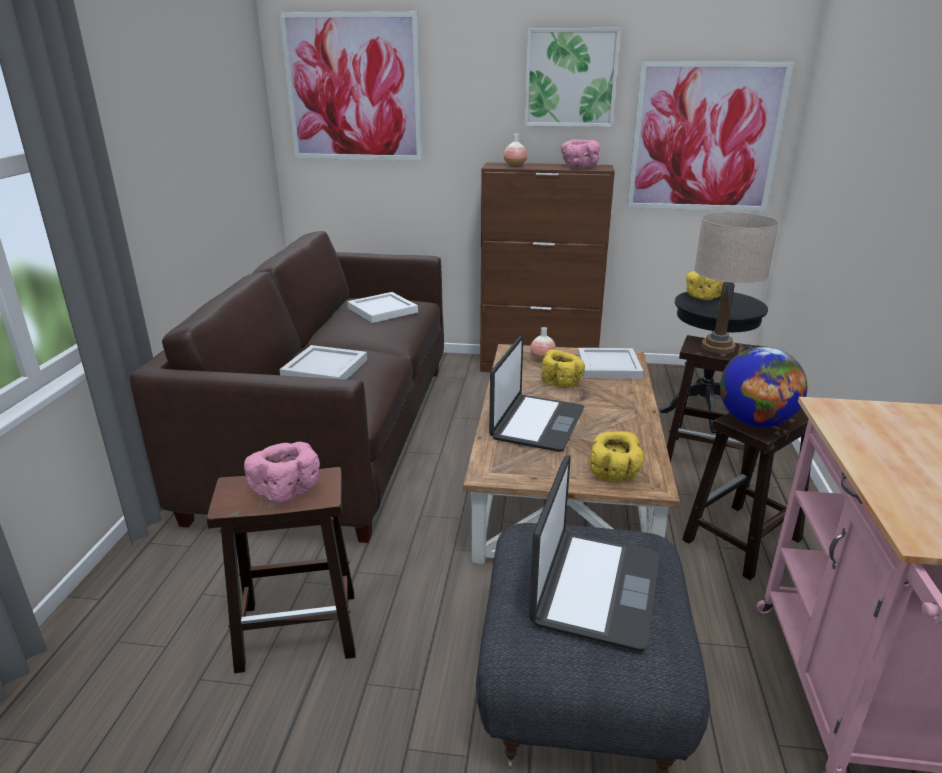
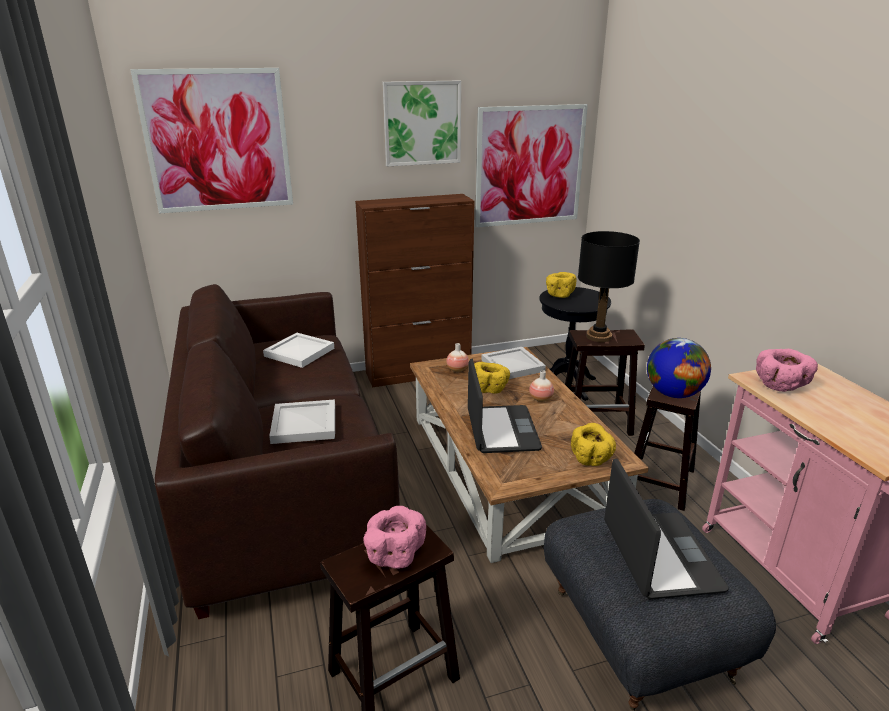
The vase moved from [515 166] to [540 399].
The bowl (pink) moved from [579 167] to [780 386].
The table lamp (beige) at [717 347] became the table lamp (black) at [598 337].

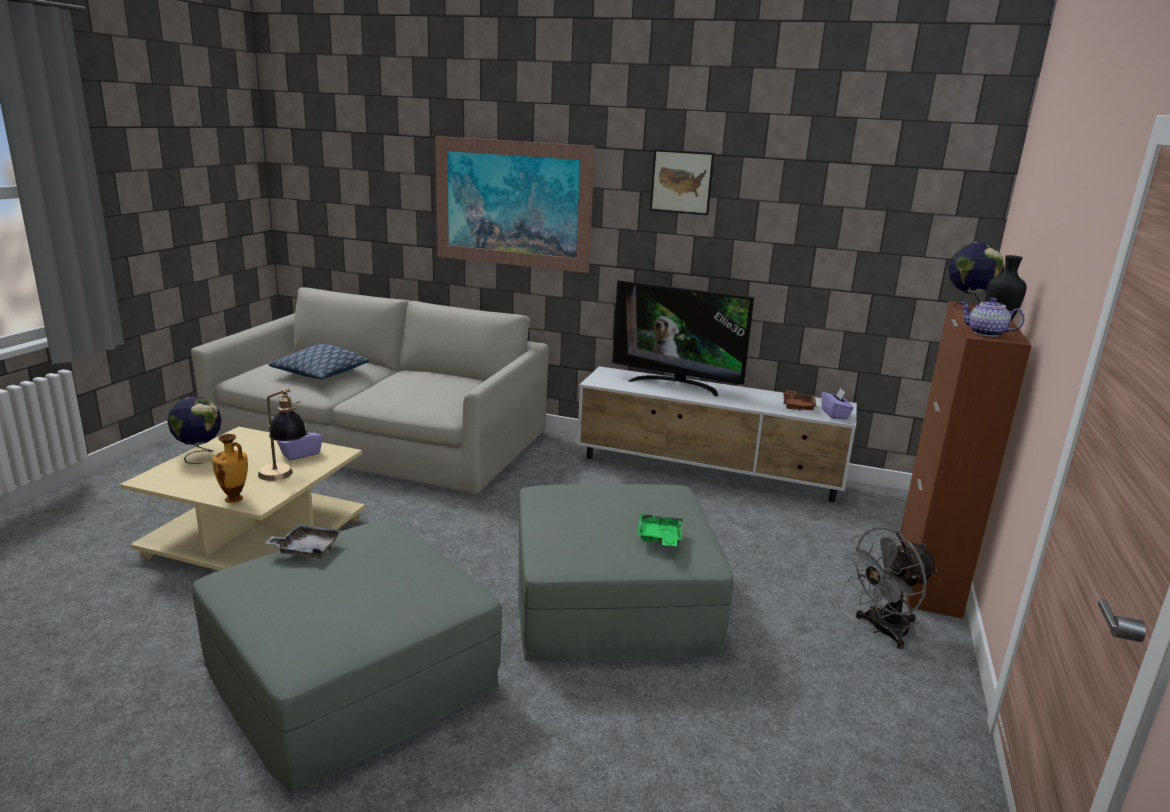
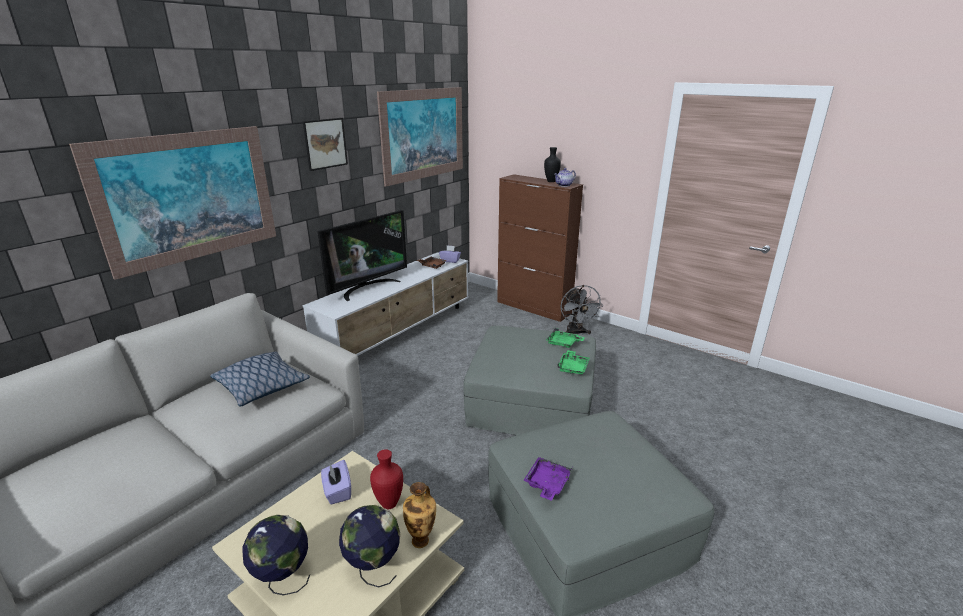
The picture at [423 134] appeared.
The tray (green) at [573 367] appeared.
The pillow moved from [321 373] to [262 386].
The globe moved from [967 306] to [373 568].
The table lamp at [284 477] was replaced by the vase (red) at [388 504].
The tray (grey) at [306 549] became the tray (purple) at [547 484].

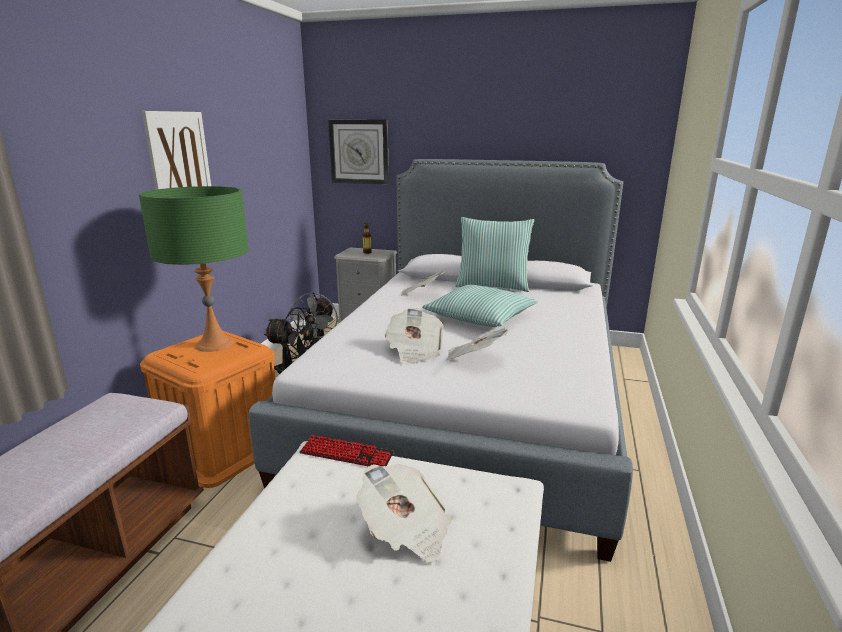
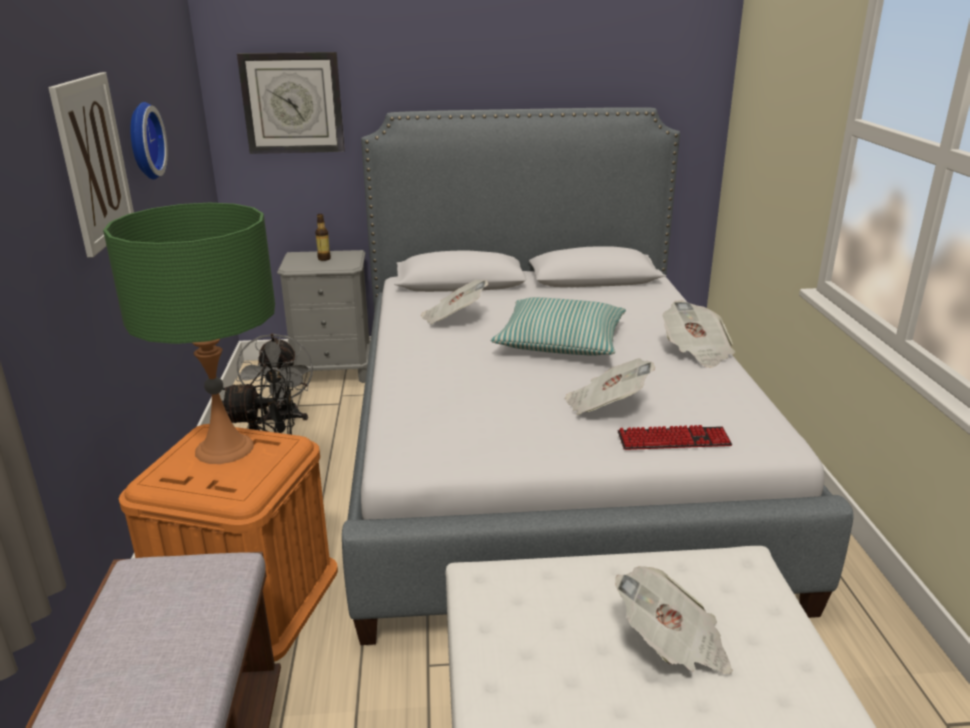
The pillow at [492 286] disappeared.
The wall clock at [142 141] appeared.
The keyboard moved from [346 454] to [673 440].
The newspaper moved from [414 351] to [696 352].

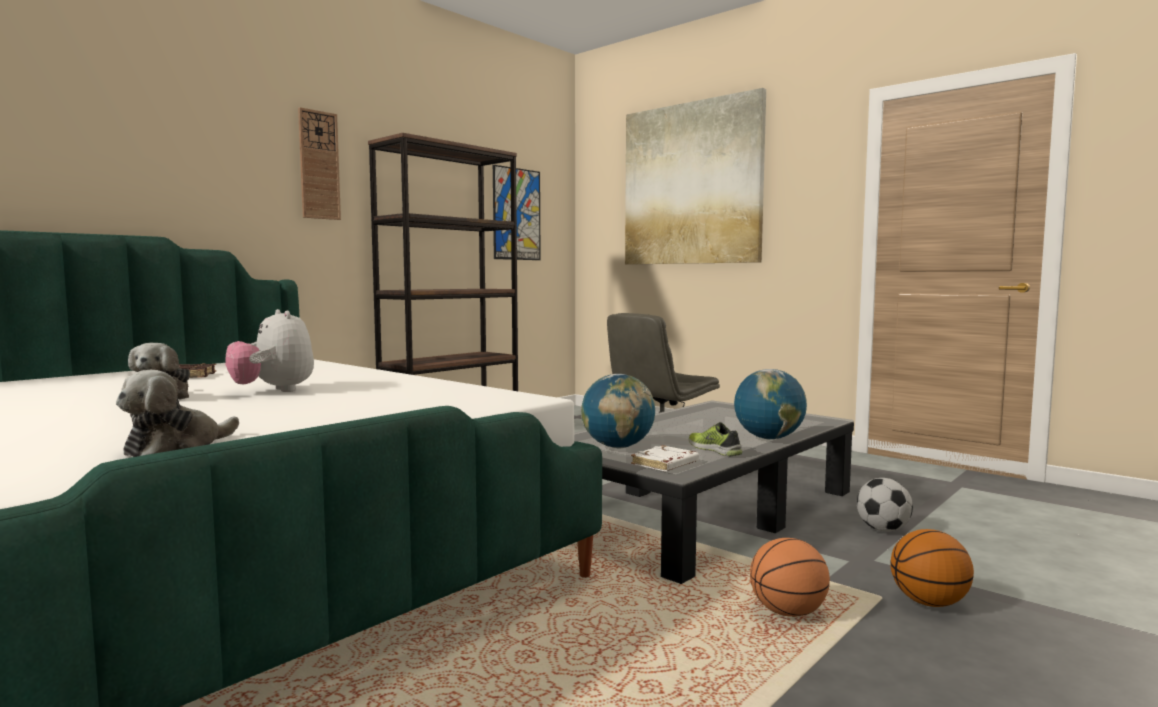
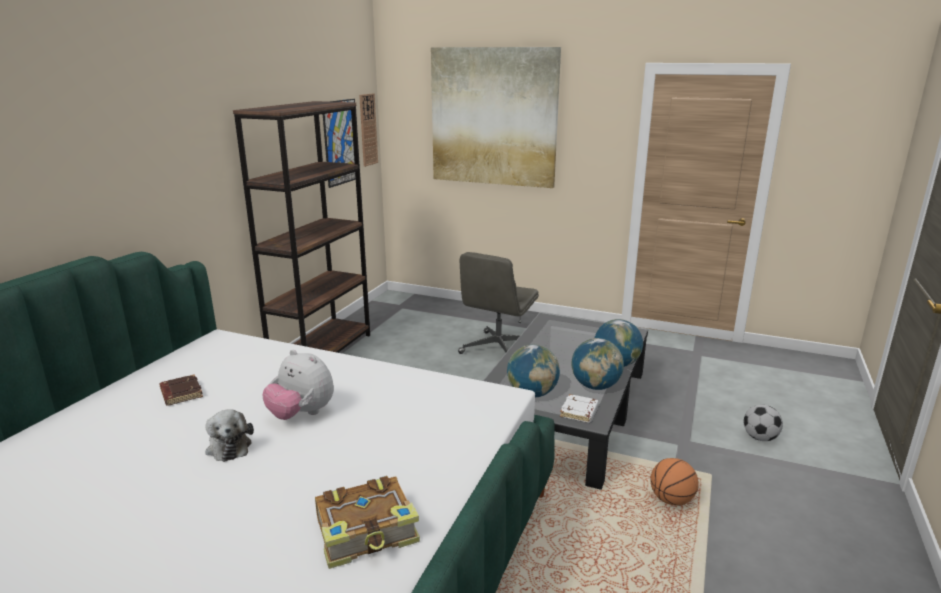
The basketball at [929 603] disappeared.
The wall clock moved from [319 165] to [368 130].
The football moved from [883 529] to [760 438].
The plush toy at [177 447] was replaced by the book at [368 532].
The shoe at [715 450] was replaced by the globe at [595 386].

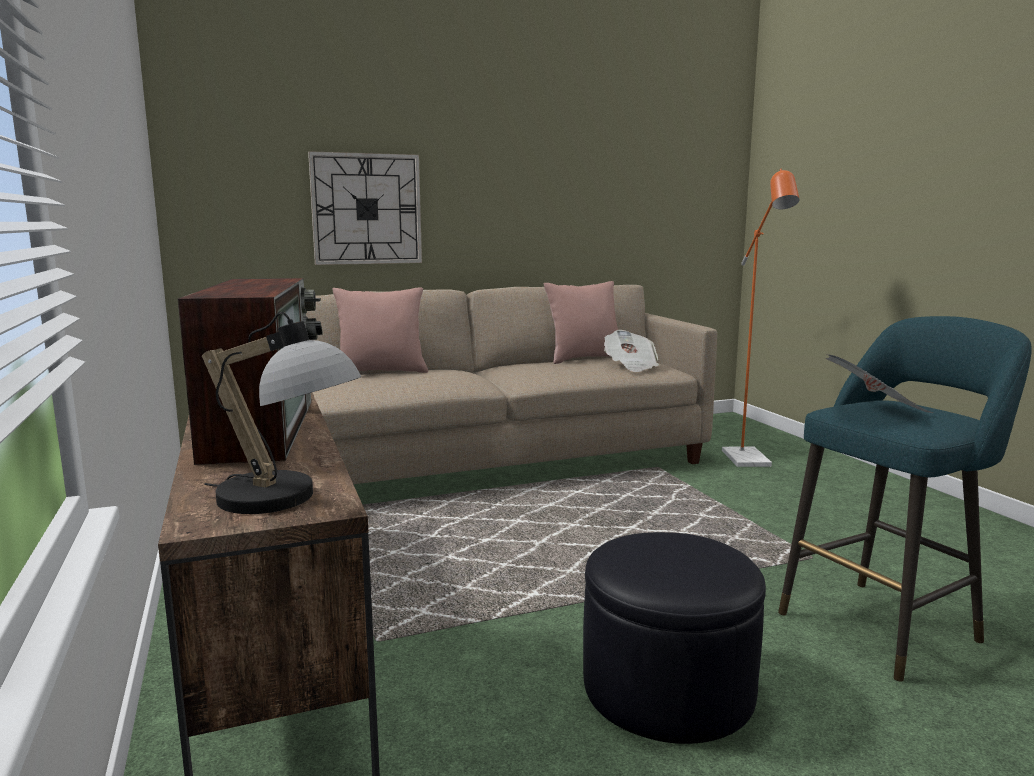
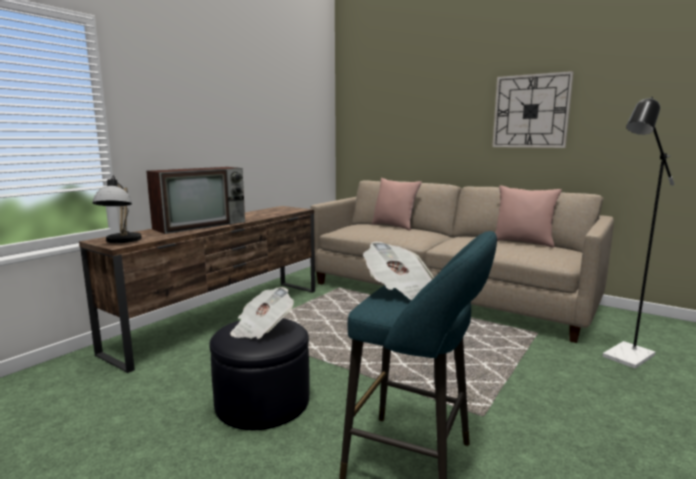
The wall clock moved from [366 209] to [531 111].
The newspaper moved from [630 366] to [262 329].
The floor lamp (orange) at [749 461] became the floor lamp (black) at [624 358].

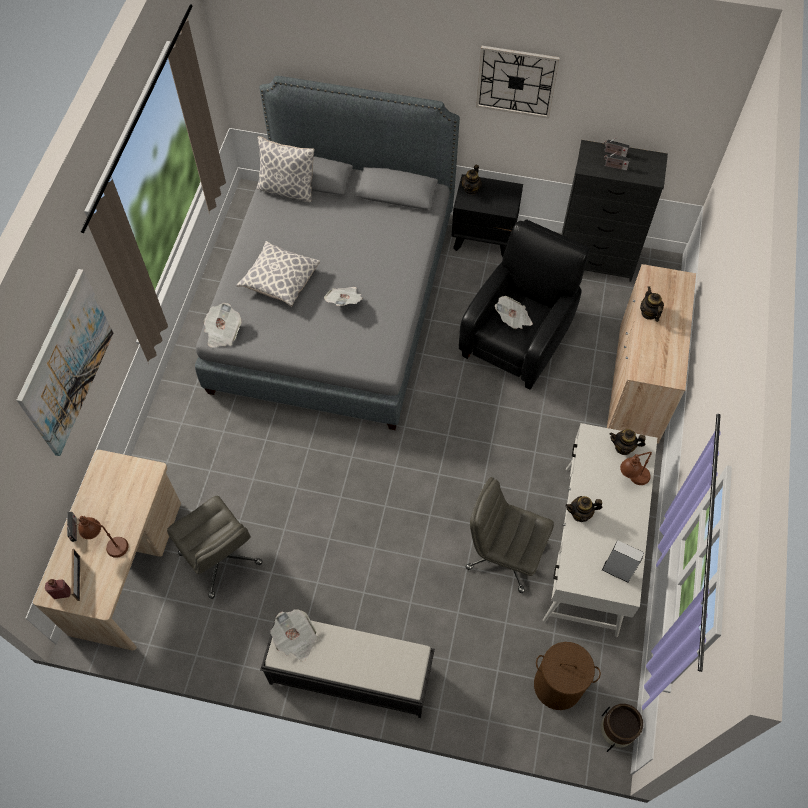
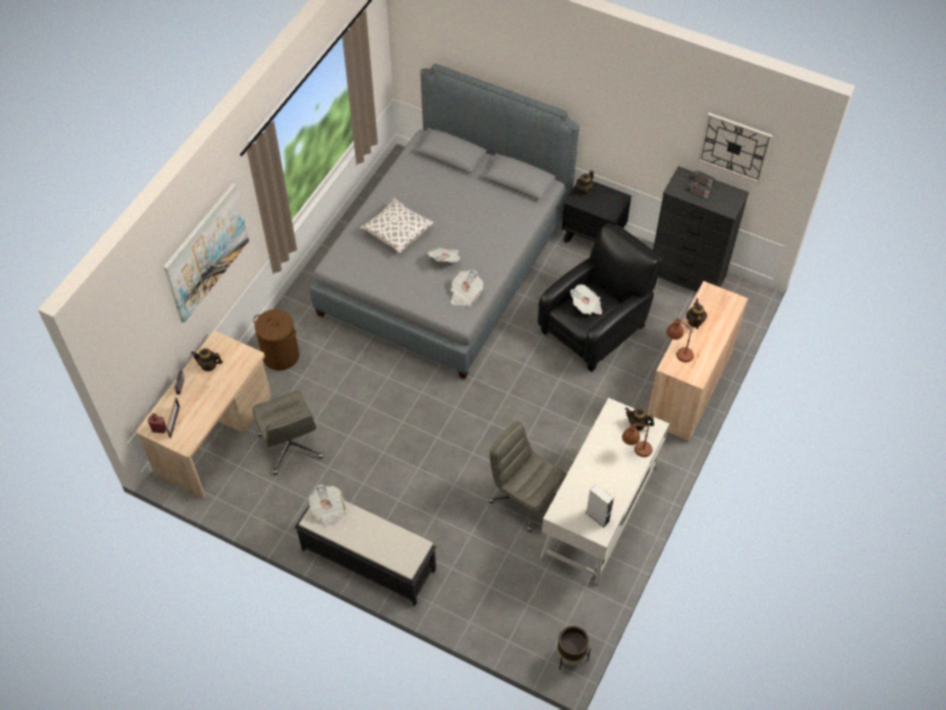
The pillow at [287 189] disappeared.
The table lamp (brown) moved from [108 544] to [677 352].
The newspaper moved from [222 332] to [465 294].
The wall clock moved from [516 81] to [734 147].
The laundry basket (brown) moved from [558 685] to [281 355].
The teapot moved from [580 514] to [209 365].

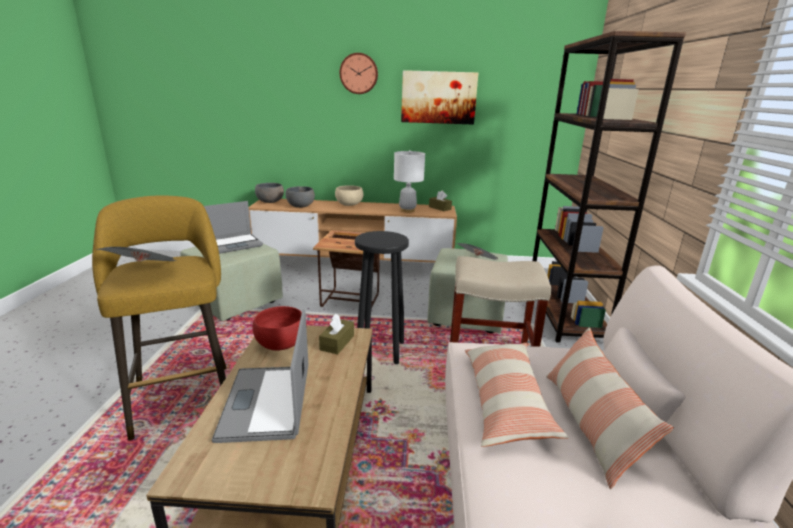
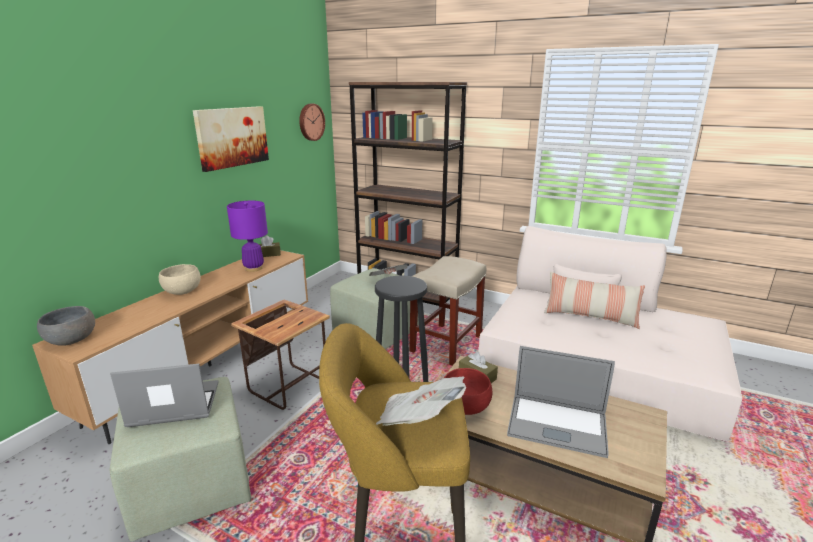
The bowl (grey) at [301 206] disappeared.
The pillow at [505 401] disappeared.
The wall clock moved from [359 73] to [310 122].
The table lamp (white) at [407 210] became the table lamp (purple) at [253 268].
The laptop at [233 244] turned 90 degrees counterclockwise.

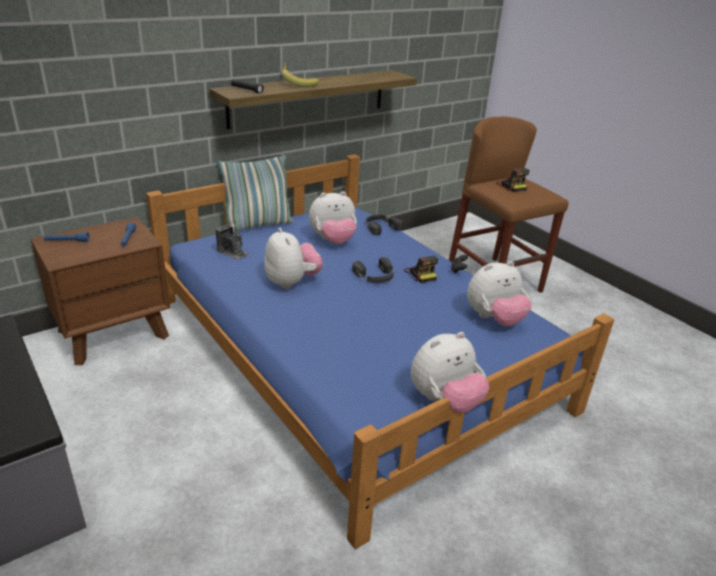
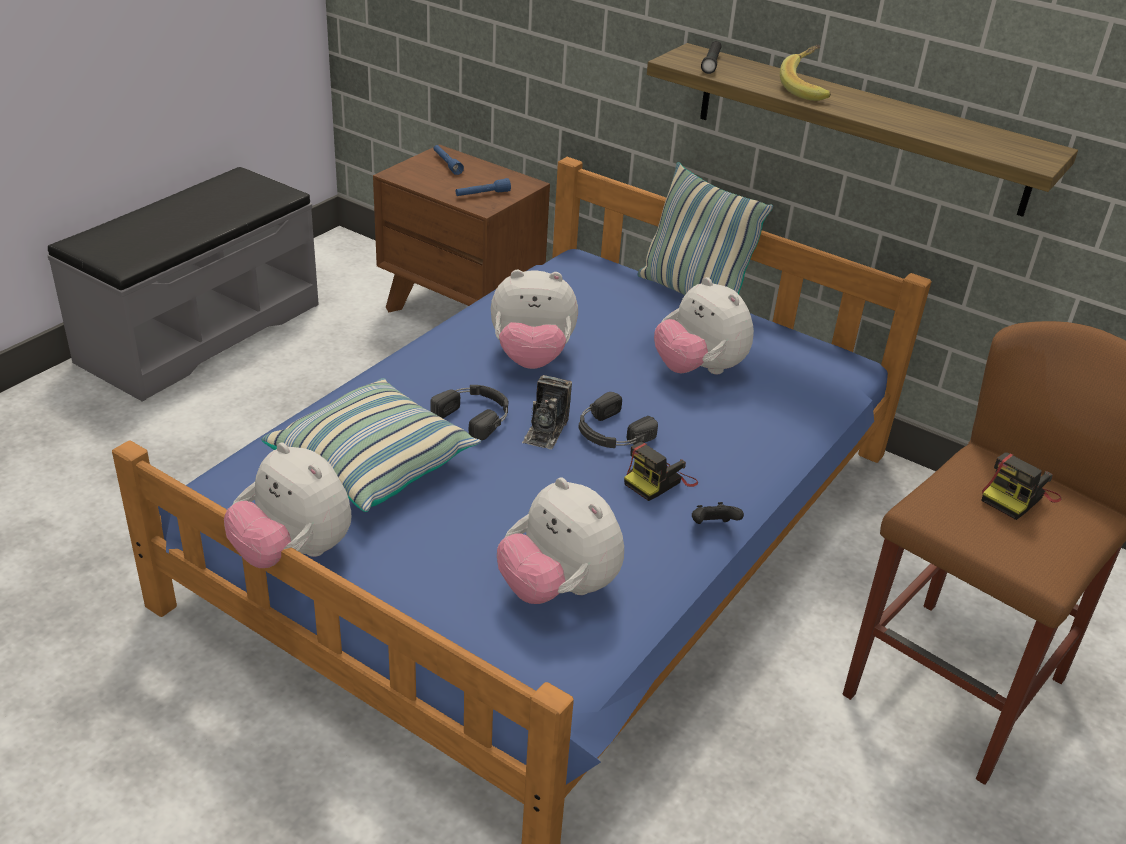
The pillow at [373 463] appeared.
The photo camera moved from [233 252] to [546 430].
The headphones (black) moved from [380 227] to [476 415].
The plush toy at [292 282] turned 45 degrees clockwise.

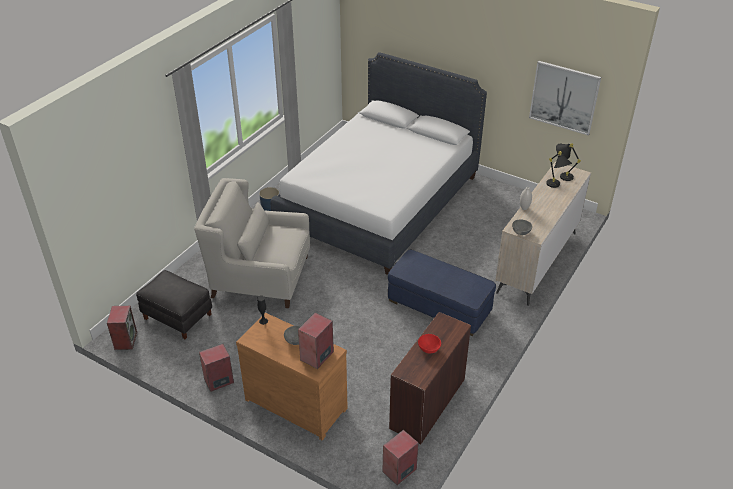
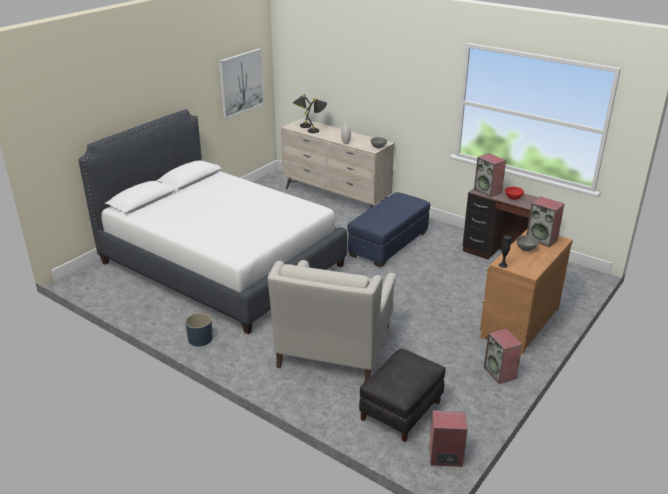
The speaker moved from [399 471] to [488 191].

